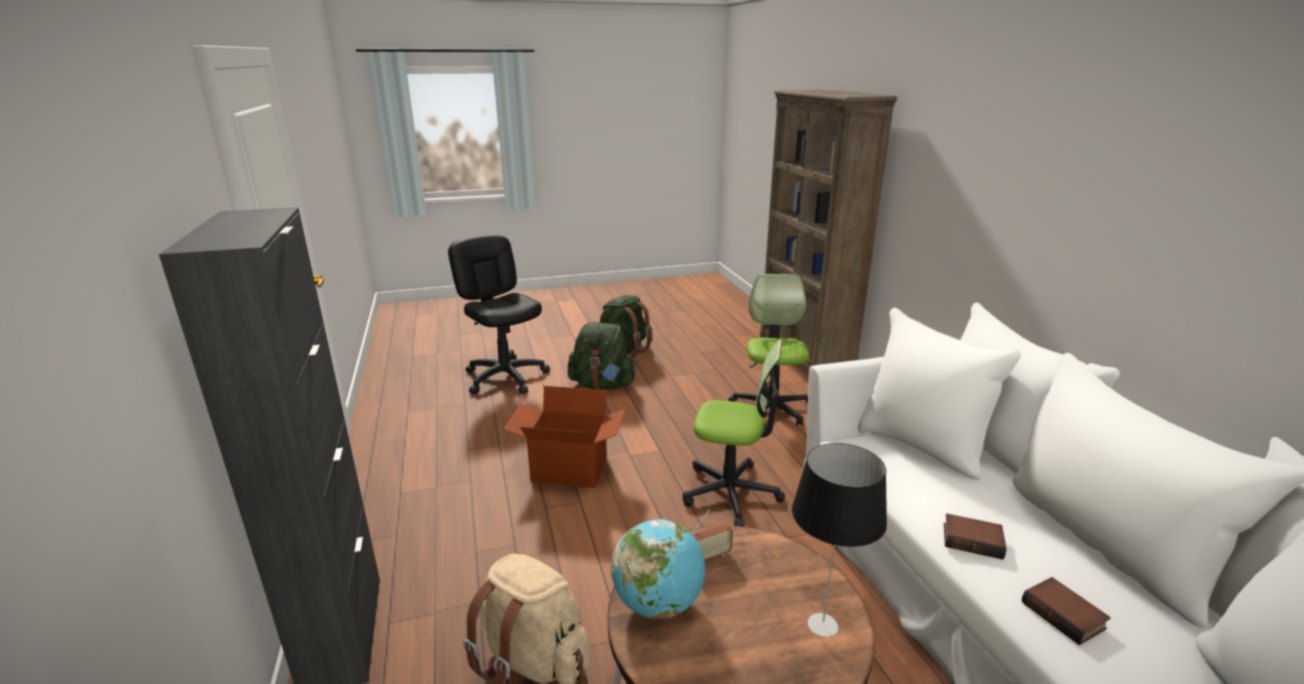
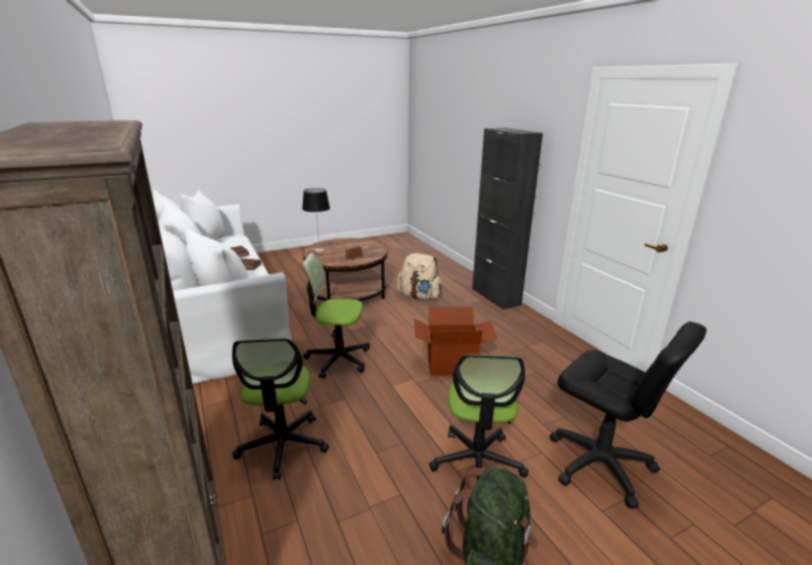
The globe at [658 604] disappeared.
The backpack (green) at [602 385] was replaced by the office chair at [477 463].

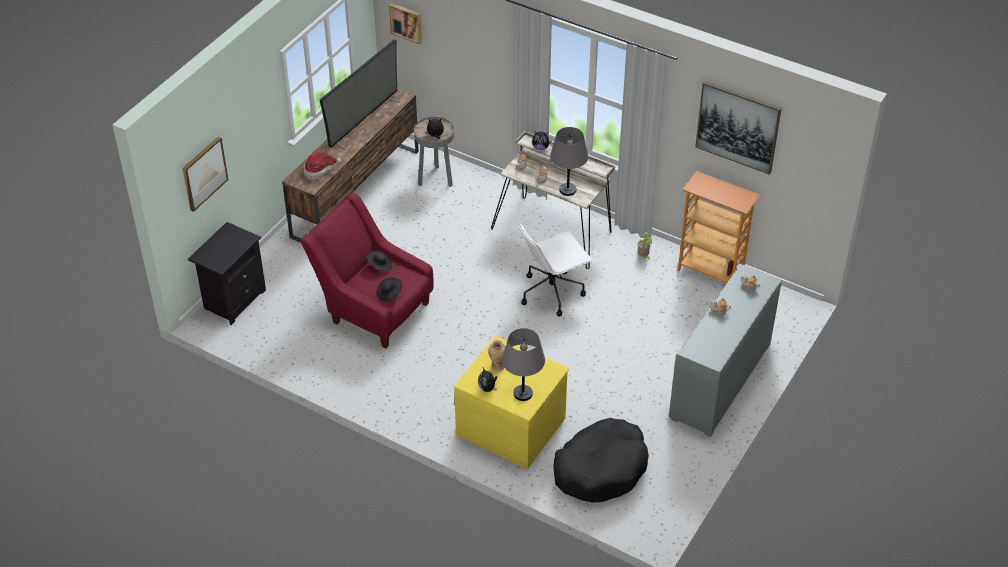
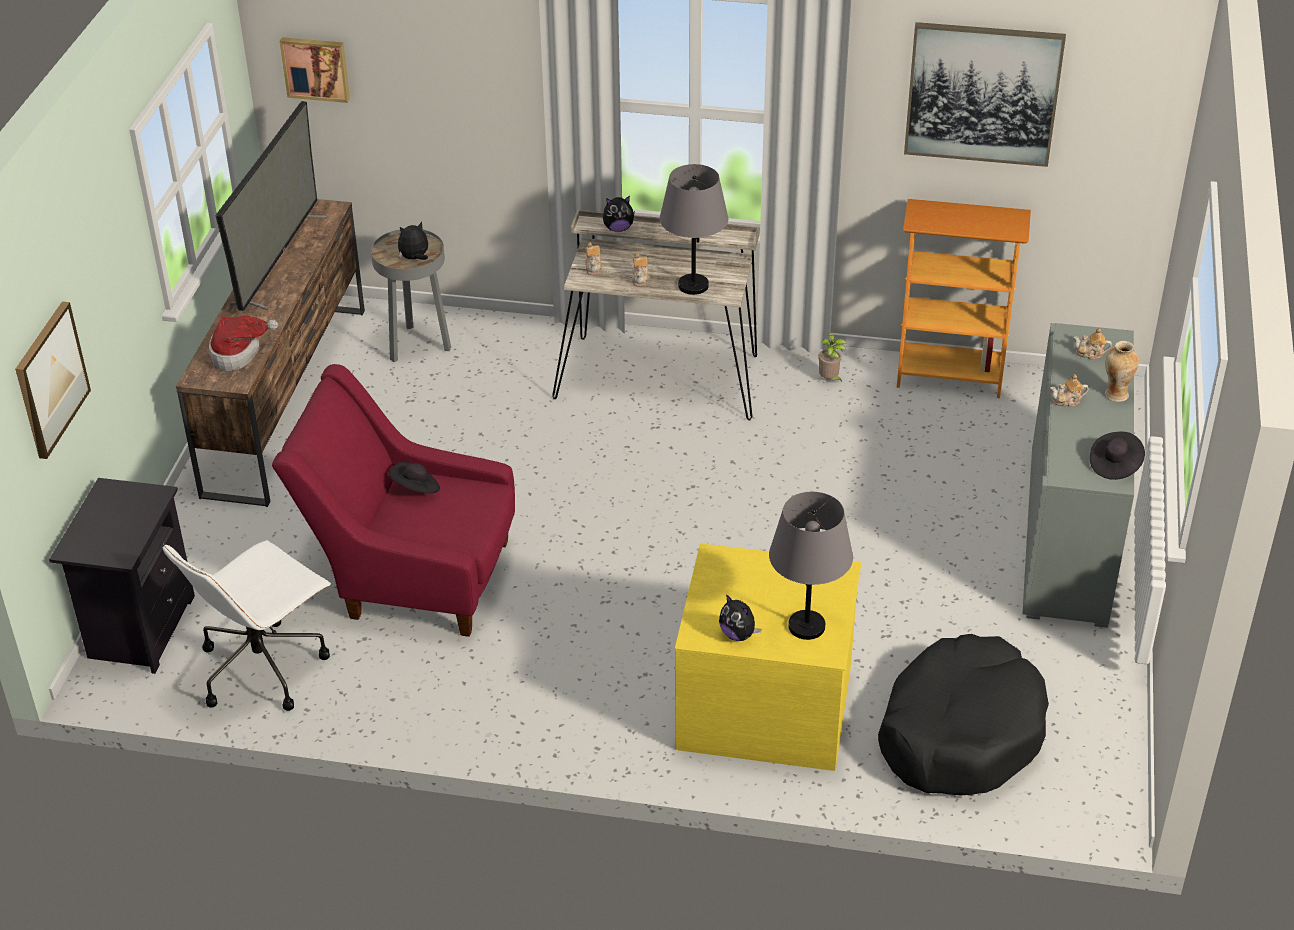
The hat (black) moved from [389 294] to [1114 465].
The vase moved from [497 366] to [1115 395].
The office chair (white) moved from [552 292] to [263 667].

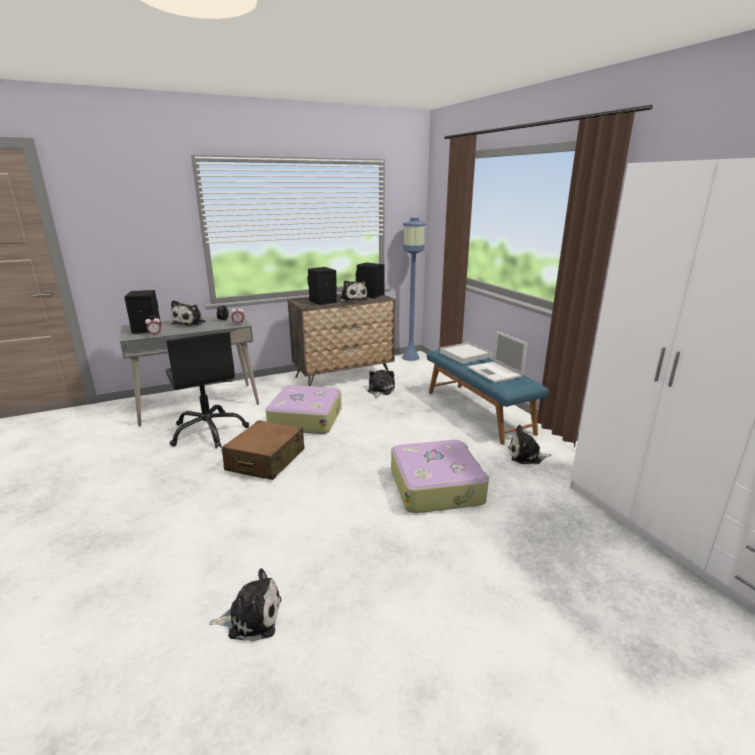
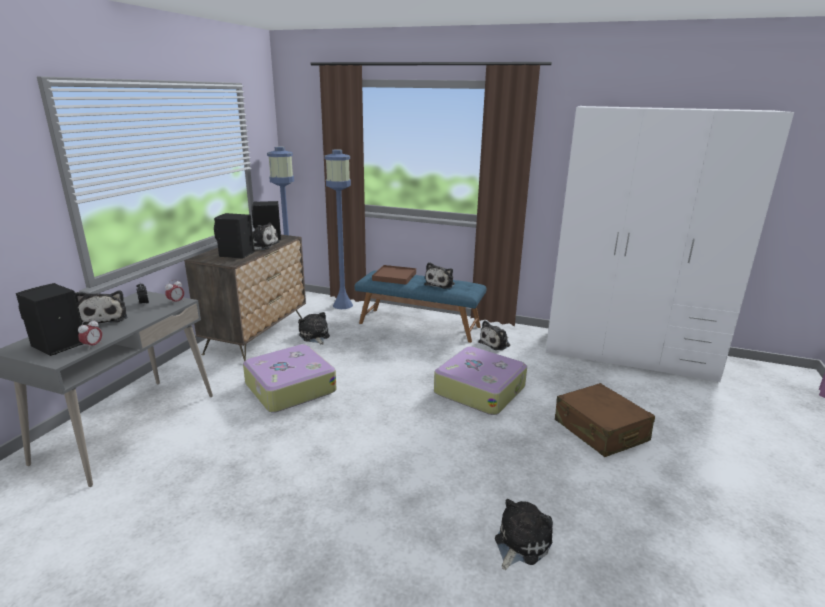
The office chair (black) at [209 431] disappeared.
The floor lamp (blue) at [343 305] appeared.
The suitcase (brown) moved from [265 460] to [600 431].
The laptop at [495 372] was replaced by the plush toy at [440 284].
The tray (white) at [465 355] became the tray (brown) at [394 277].

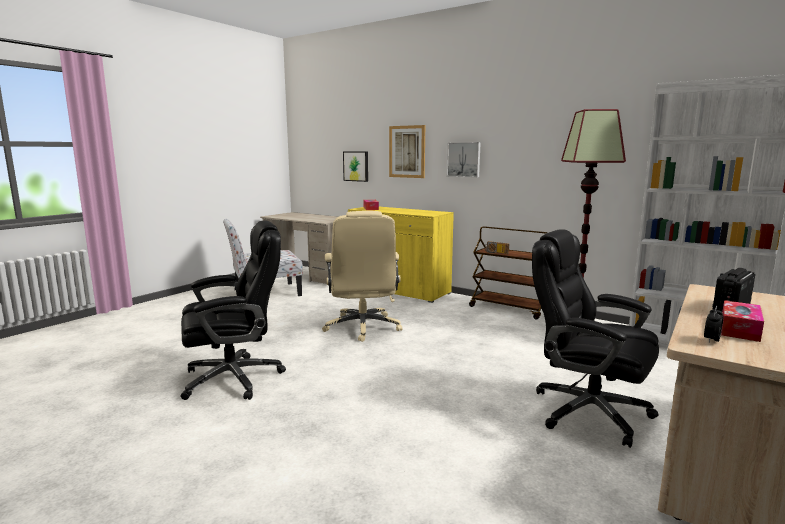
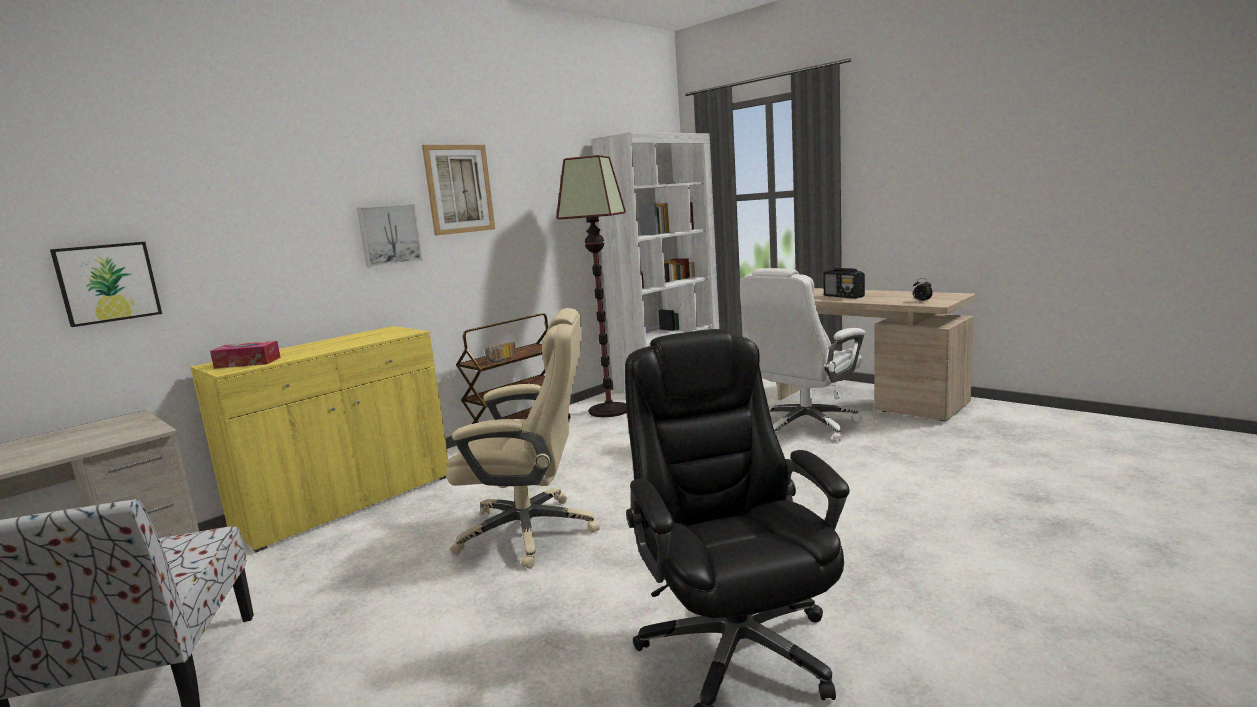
The tissue box at [739 329] disappeared.
The picture moved from [407 151] to [459 189].
The office chair (black) at [587 411] became the office chair (white) at [804 426].

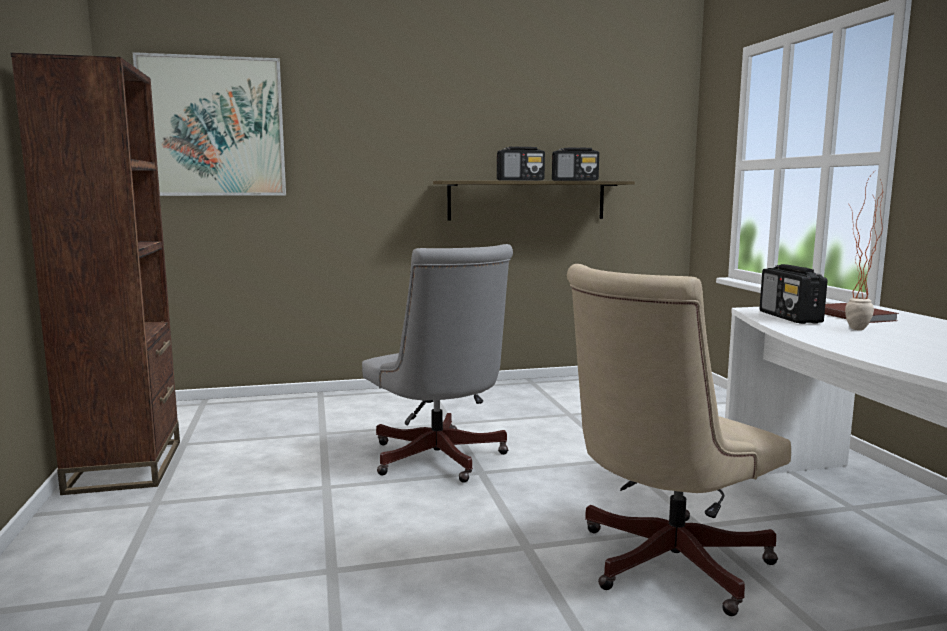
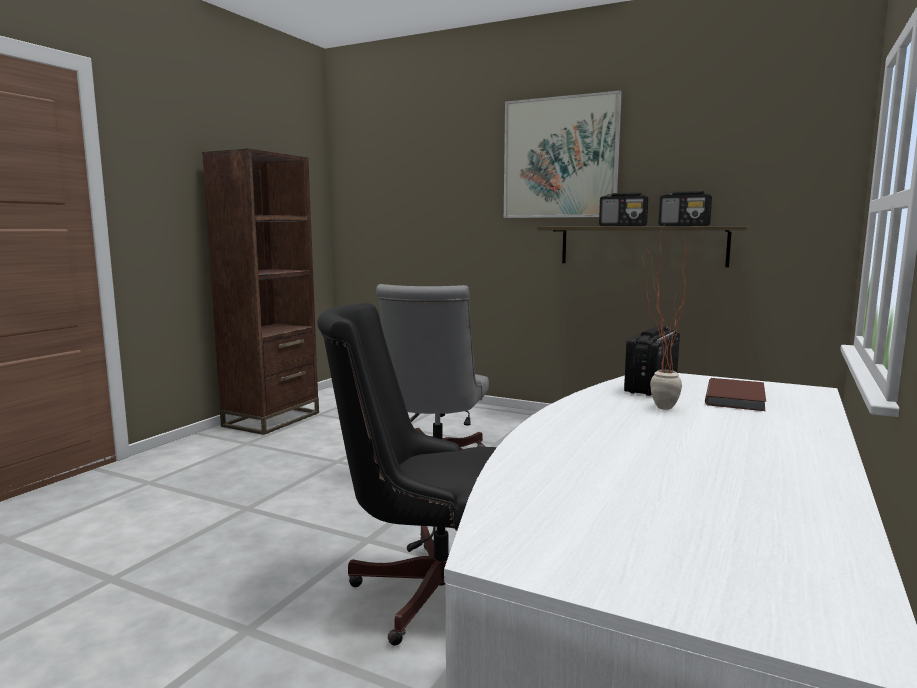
The picture moved from [213 127] to [560 158].
The office chair (beige) at [662 564] became the office chair (black) at [427 590].

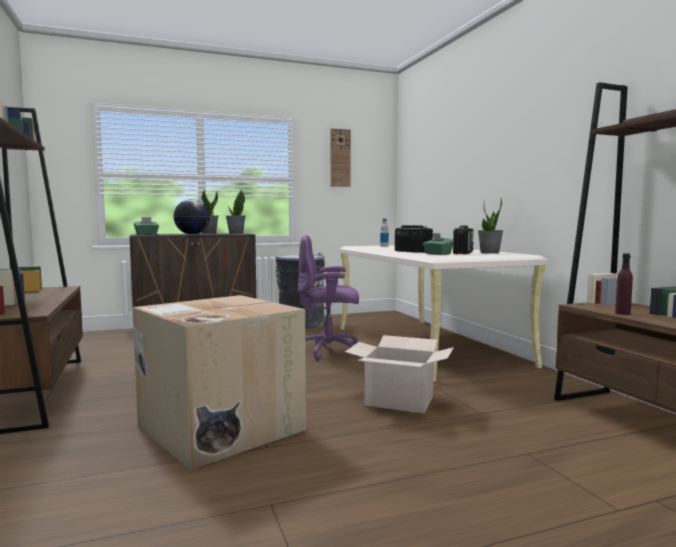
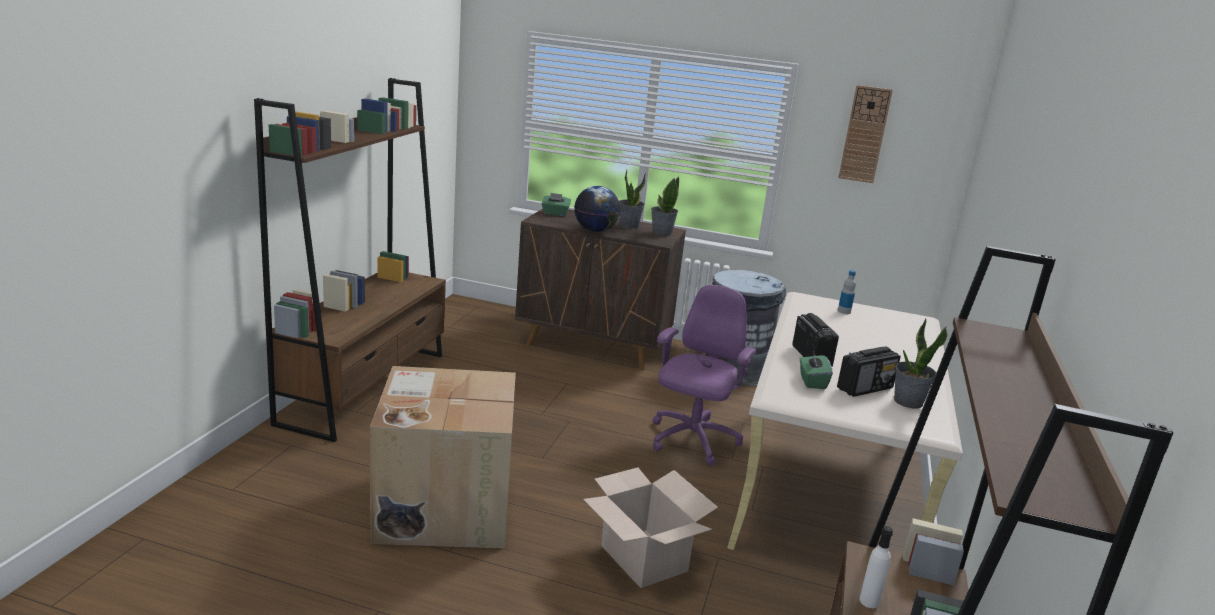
The bottle (purple) at [622 313] became the bottle (white) at [869 601].
The office chair (purple) at [329 351] turned 75 degrees clockwise.

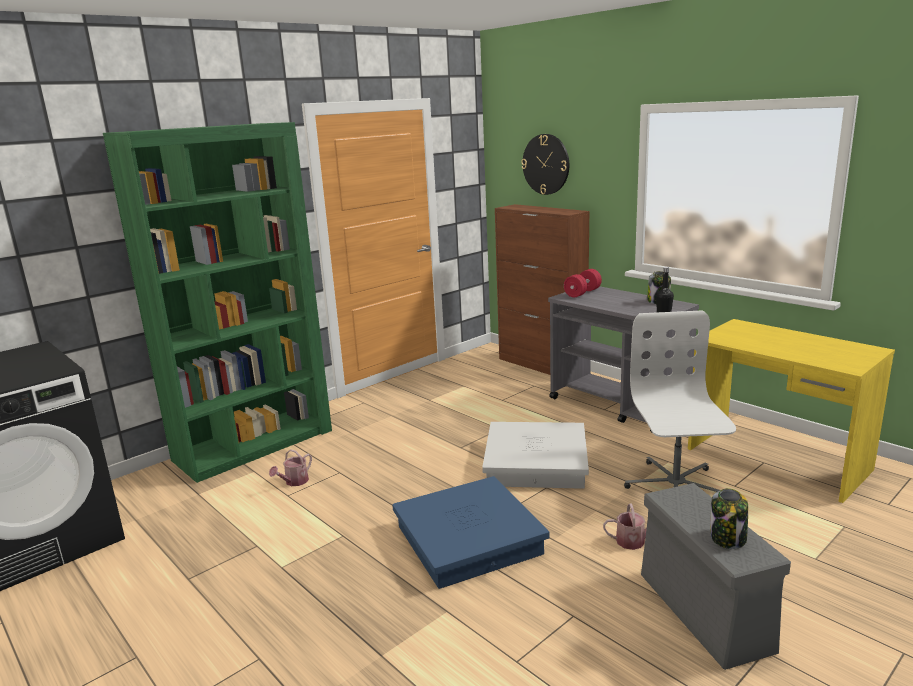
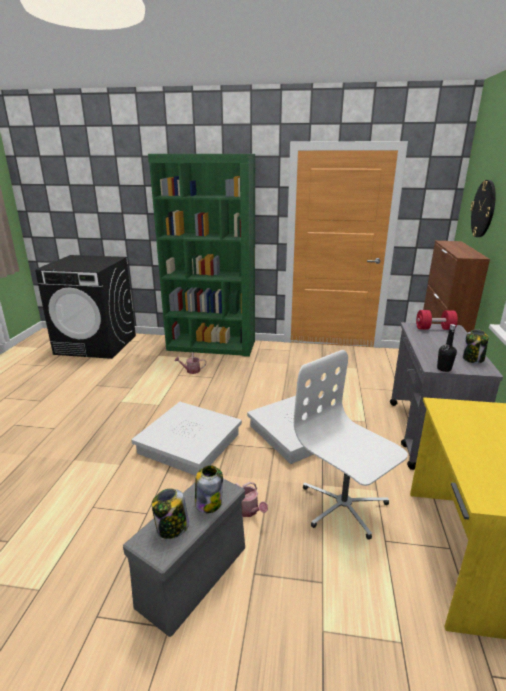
The jar at [208 503] appeared.
The storage box (blue) at [469 539] became the storage box (white) at [190 443].
The office chair (white) at [674 486] turned 90 degrees counterclockwise.

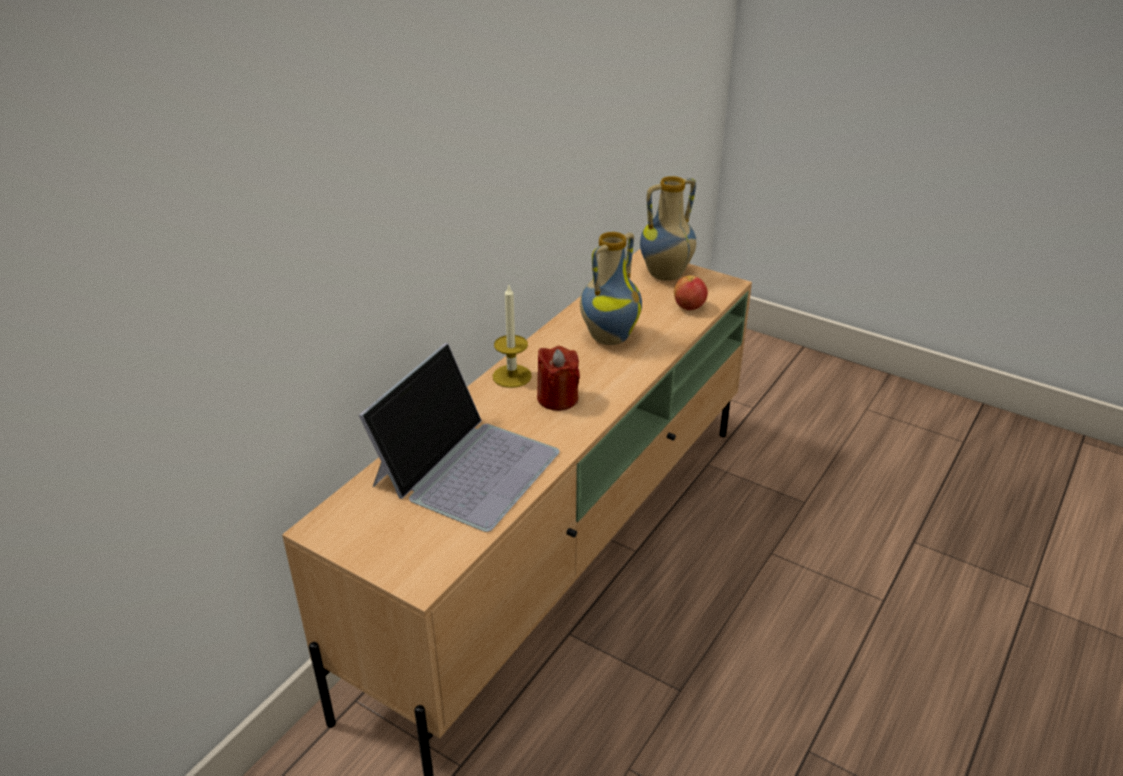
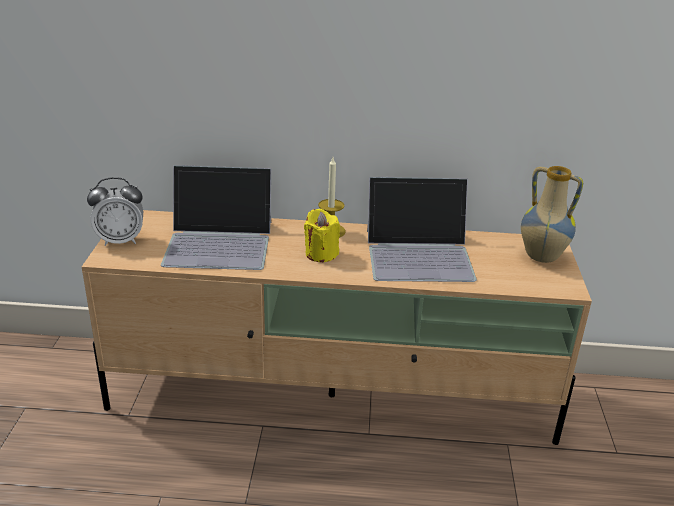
The apple at [689 307] disappeared.
The alarm clock at [120 240] appeared.
The vase at [608 337] was replaced by the laptop at [419 254].
The candle (red) at [557 398] became the candle (yellow) at [321 254].

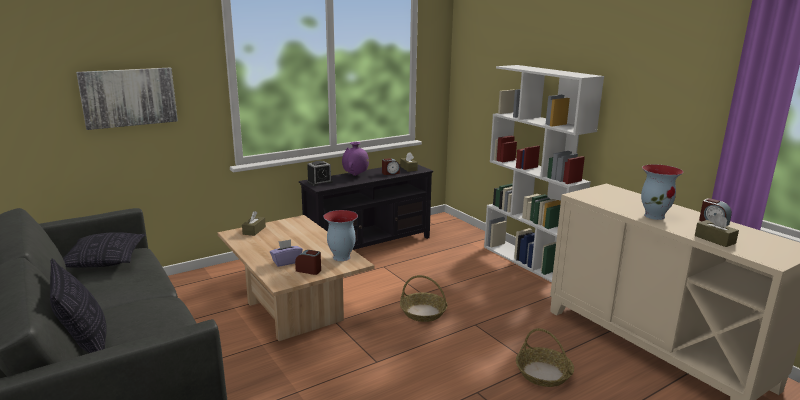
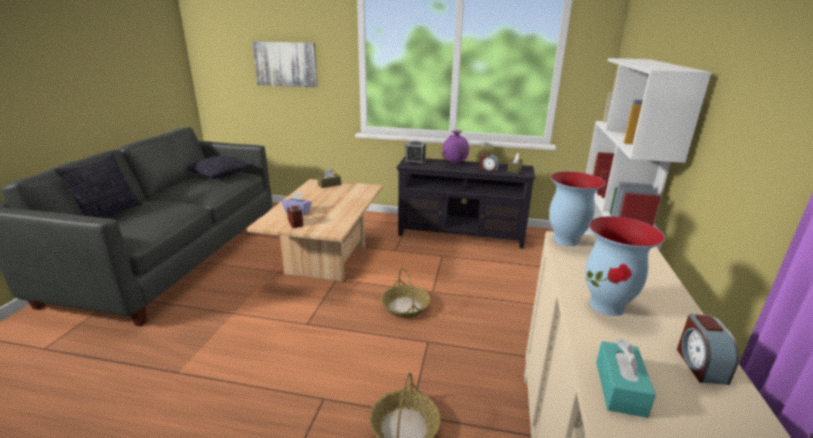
The vase moved from [341 257] to [565 240].
The tissue box (brown) at [714 239] became the tissue box (turquoise) at [620 388].

